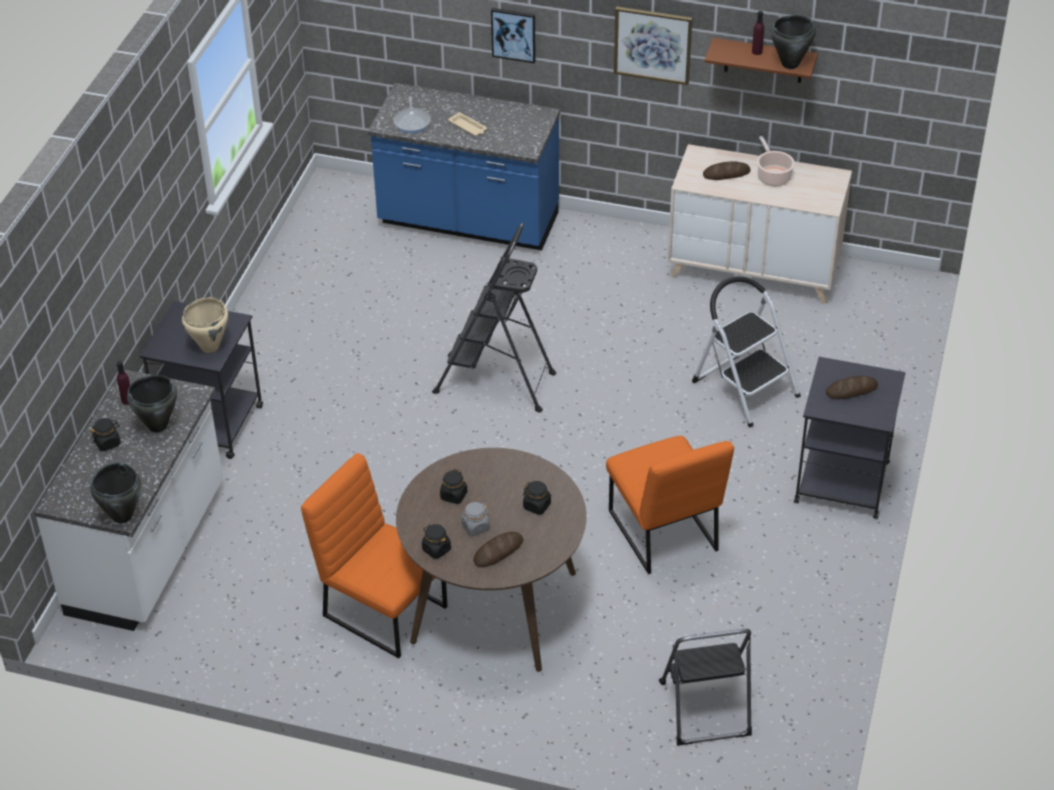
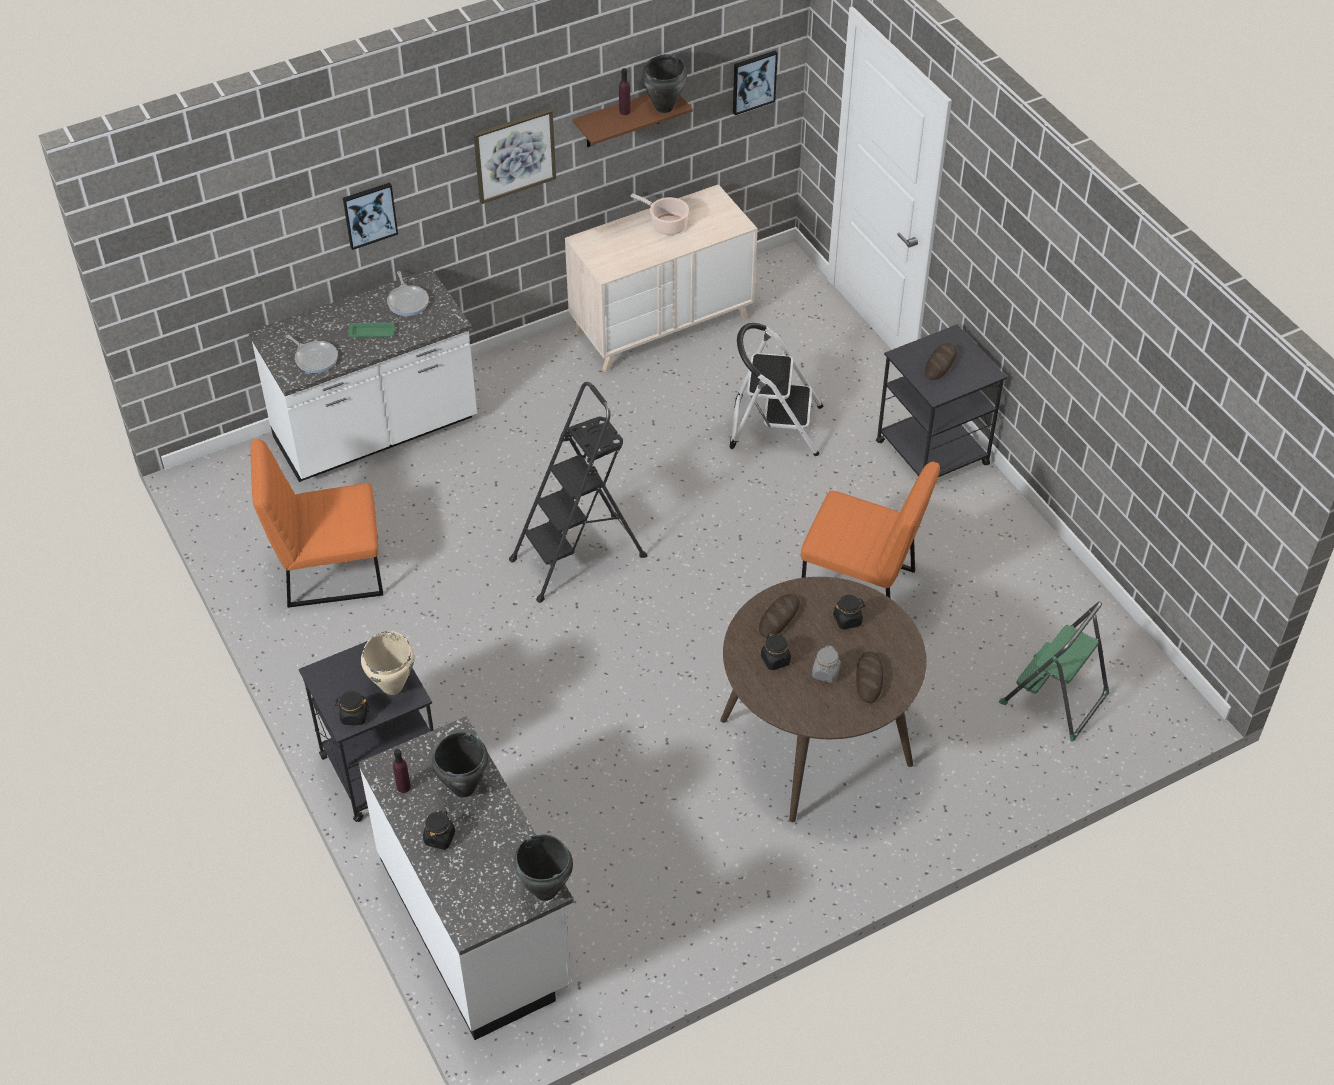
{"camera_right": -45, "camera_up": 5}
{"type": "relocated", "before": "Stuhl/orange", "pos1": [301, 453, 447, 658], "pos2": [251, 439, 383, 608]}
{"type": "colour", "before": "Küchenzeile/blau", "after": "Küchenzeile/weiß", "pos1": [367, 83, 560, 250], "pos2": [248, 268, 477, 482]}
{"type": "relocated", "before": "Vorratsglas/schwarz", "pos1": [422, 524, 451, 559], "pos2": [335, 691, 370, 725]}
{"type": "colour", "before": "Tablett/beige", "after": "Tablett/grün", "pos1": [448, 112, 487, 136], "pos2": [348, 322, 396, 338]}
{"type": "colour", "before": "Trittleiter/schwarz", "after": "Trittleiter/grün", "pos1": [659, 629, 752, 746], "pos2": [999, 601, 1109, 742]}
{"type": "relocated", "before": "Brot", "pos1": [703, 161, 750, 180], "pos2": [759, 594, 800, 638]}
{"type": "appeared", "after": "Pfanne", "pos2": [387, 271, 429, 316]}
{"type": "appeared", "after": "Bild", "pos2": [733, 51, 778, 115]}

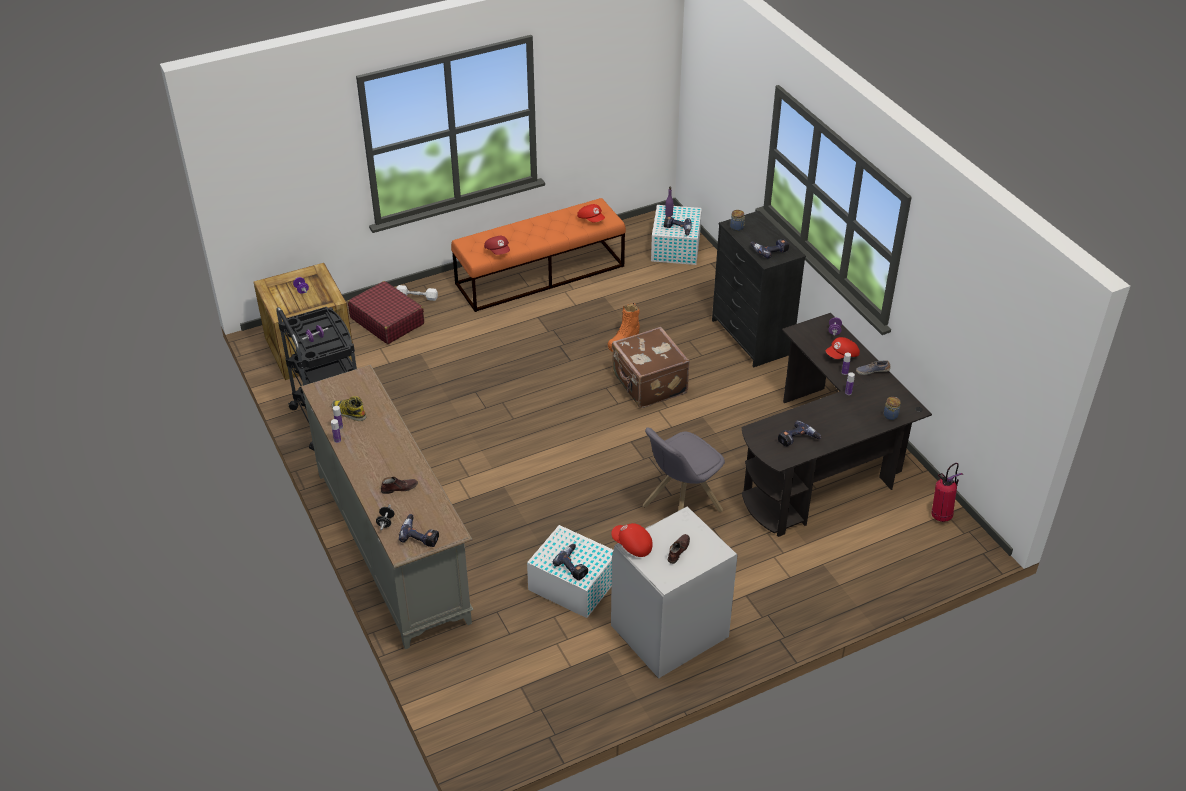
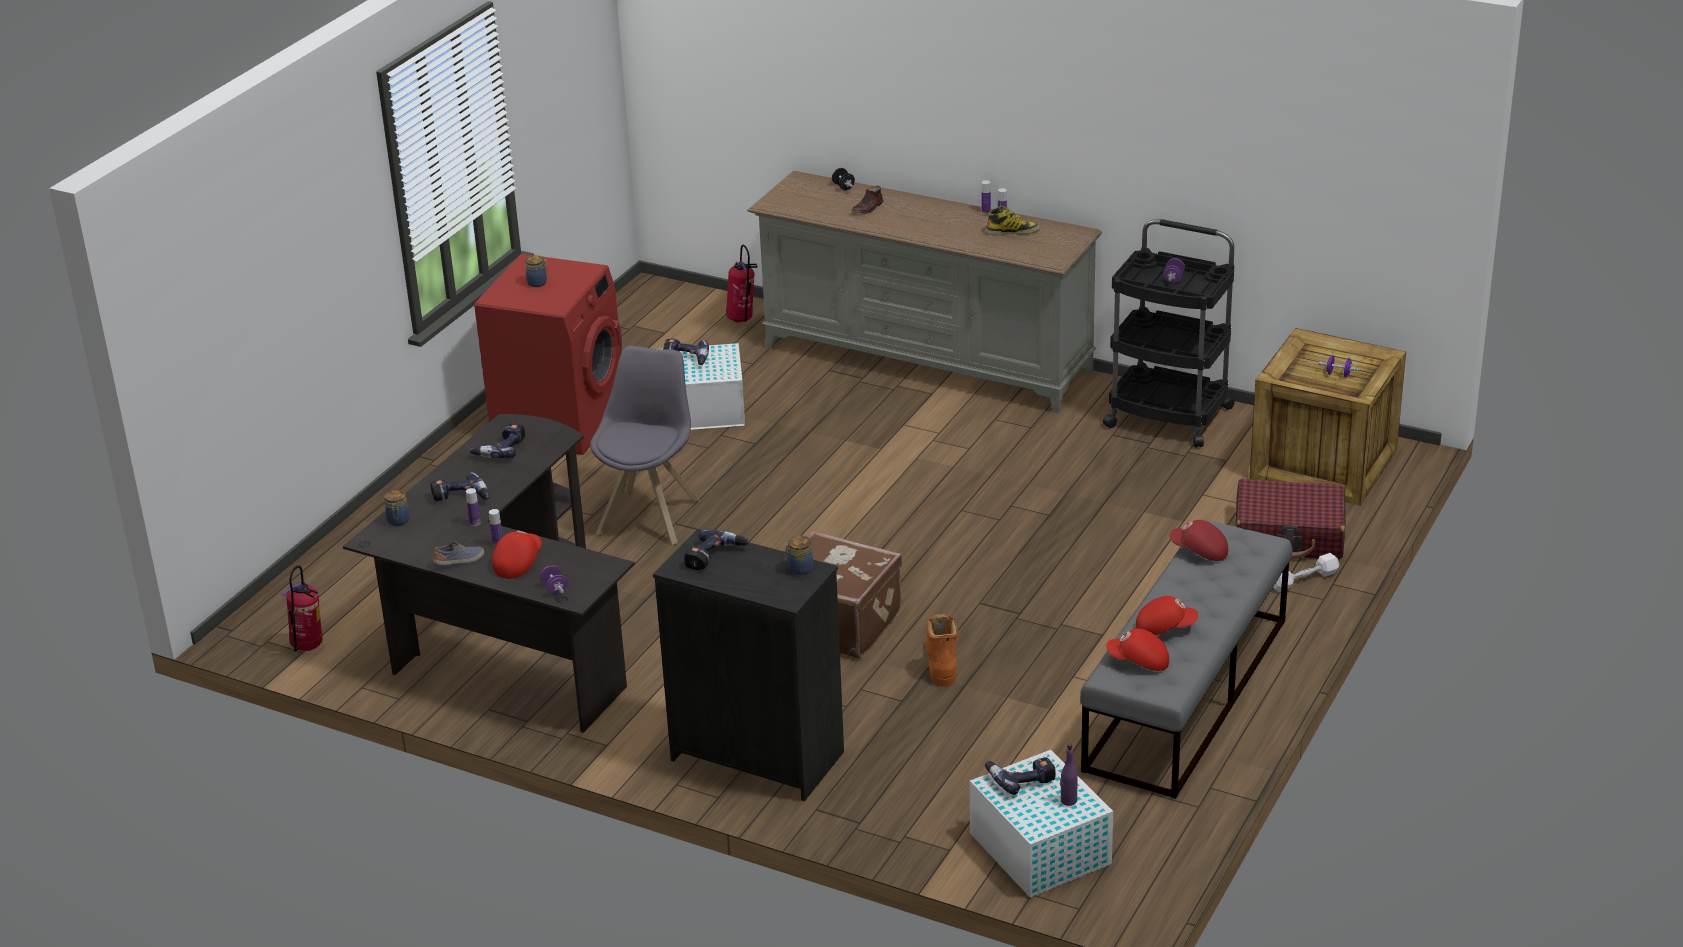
{"camera_right": 145, "camera_up": -10}
{"type": "relocated", "before": "Bohrmaschine", "pos1": [399, 514, 439, 547], "pos2": [430, 472, 490, 501]}
{"type": "colour", "before": "Bank/orange", "after": "Bank/grau", "pos1": [451, 198, 626, 312], "pos2": [1080, 519, 1293, 799]}
{"type": "colour", "before": "Waschmaschine/weiß", "after": "Waschmaschine/rot", "pos1": [611, 507, 738, 678], "pos2": [474, 254, 622, 455]}
{"type": "relocated", "before": "Kappe/rot", "pos1": [611, 523, 653, 557], "pos2": [1136, 596, 1198, 635]}
{"type": "exchanged", "before": "Schuh/braun", "after": "Vorratsglas", "pos1": [667, 534, 690, 564], "pos2": [525, 255, 549, 287]}
{"type": "appeared", "after": "Feuerlöscher", "pos2": [726, 245, 758, 323]}

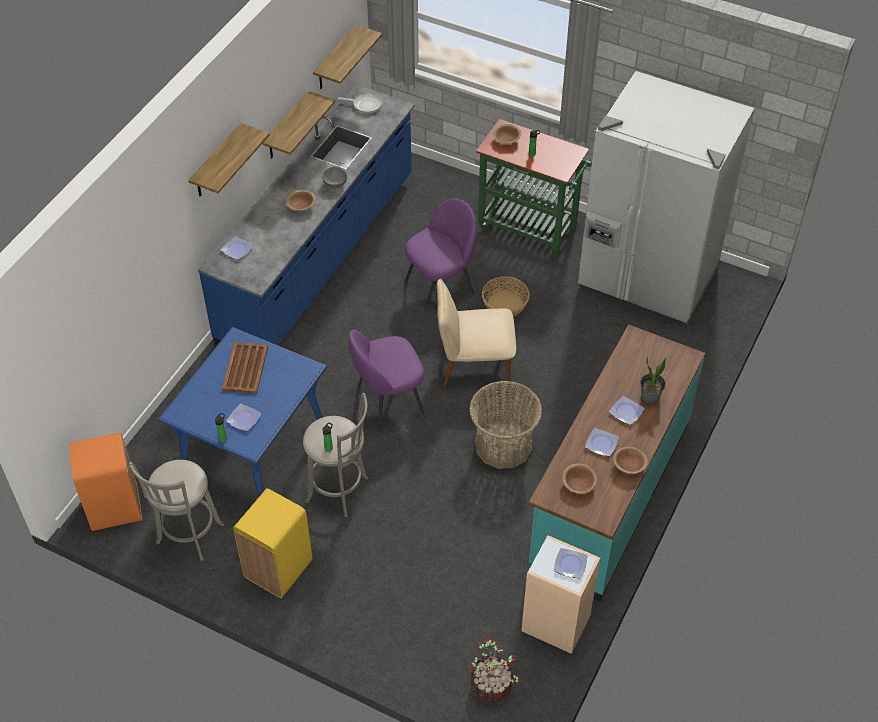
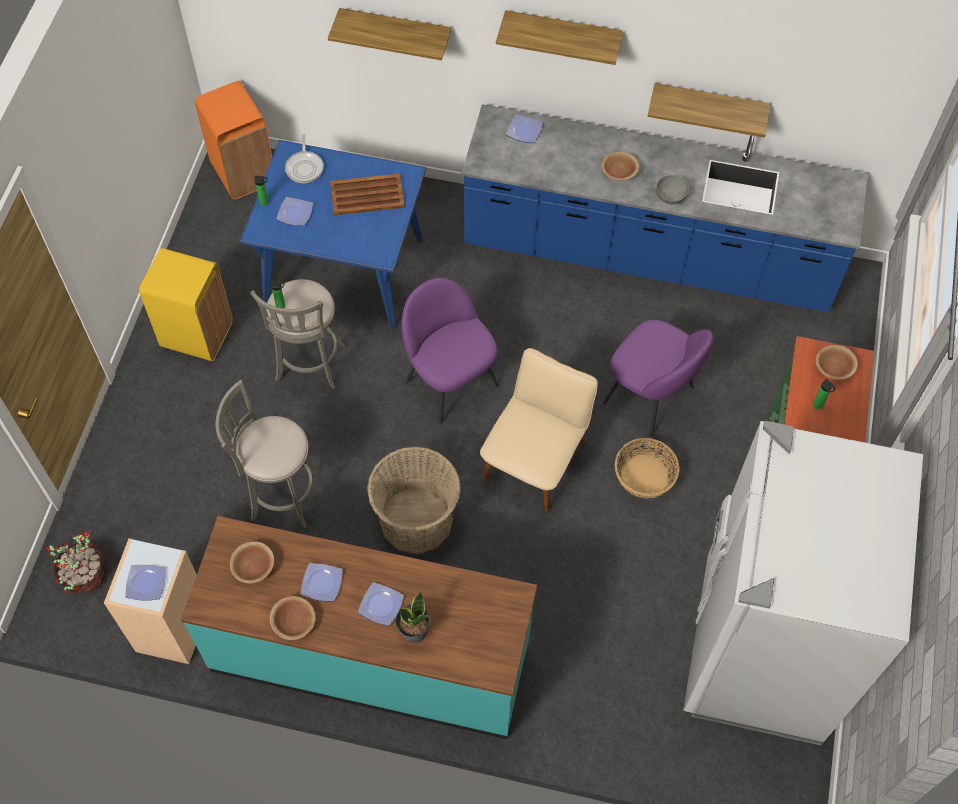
{"camera_right": 75, "camera_up": 10}
{"type": "relocated", "before": "Hocker/grau", "pos1": [128, 460, 225, 561], "pos2": [216, 380, 319, 529]}
{"type": "relocated", "before": "Wandregal", "pos1": [313, 25, 382, 89], "pos2": [328, 8, 452, 60]}
{"type": "relocated", "before": "Pfanne", "pos1": [338, 93, 382, 114], "pos2": [285, 134, 324, 184]}
{"type": "spun", "before": "Stuhl/beige", "pos1": [437, 279, 516, 388], "pos2": [480, 348, 598, 512], "turn": 45}

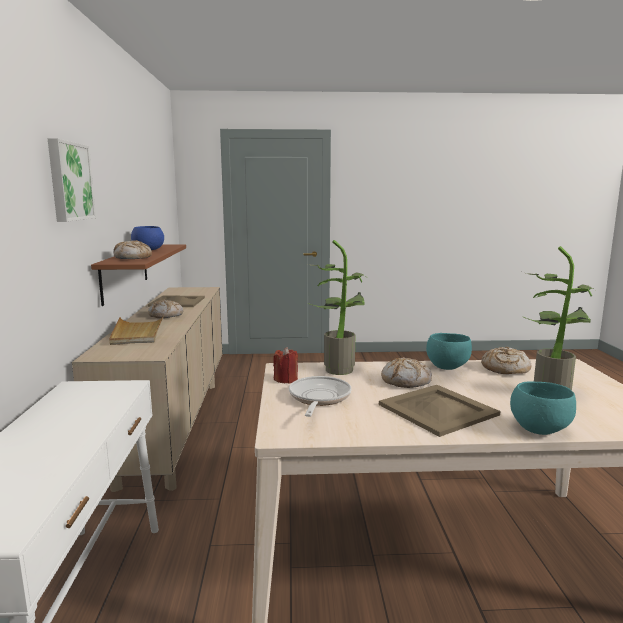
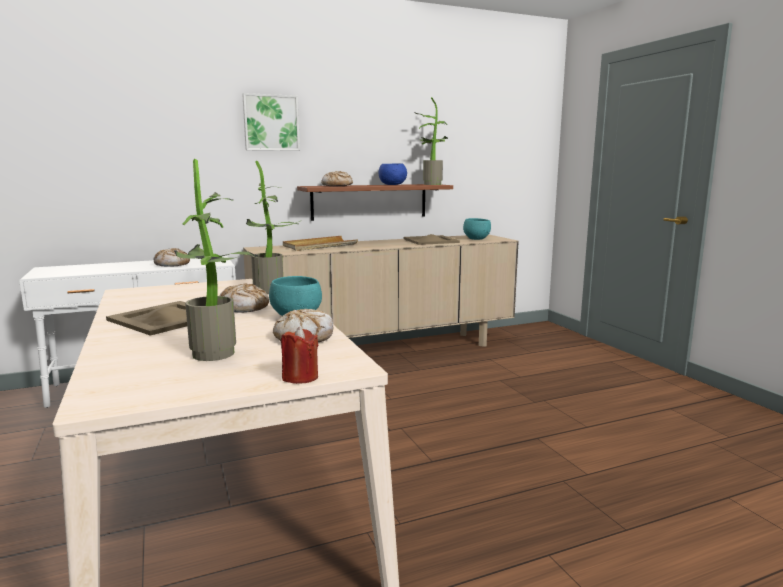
{"camera_right": 70, "camera_up": 0}
{"type": "relocated", "before": "Brot", "pos1": [148, 299, 183, 318], "pos2": [153, 248, 190, 267]}
{"type": "relocated", "before": "Kerze/rot", "pos1": [273, 347, 298, 384], "pos2": [281, 327, 318, 384]}
{"type": "missing", "before": "Pfanne", "pos1": [289, 376, 351, 417]}
{"type": "relocated", "before": "Schüssel/türkis", "pos1": [510, 382, 576, 435], "pos2": [463, 218, 491, 240]}
{"type": "appeared", "after": "Topfpflanze", "pos2": [415, 97, 448, 185]}

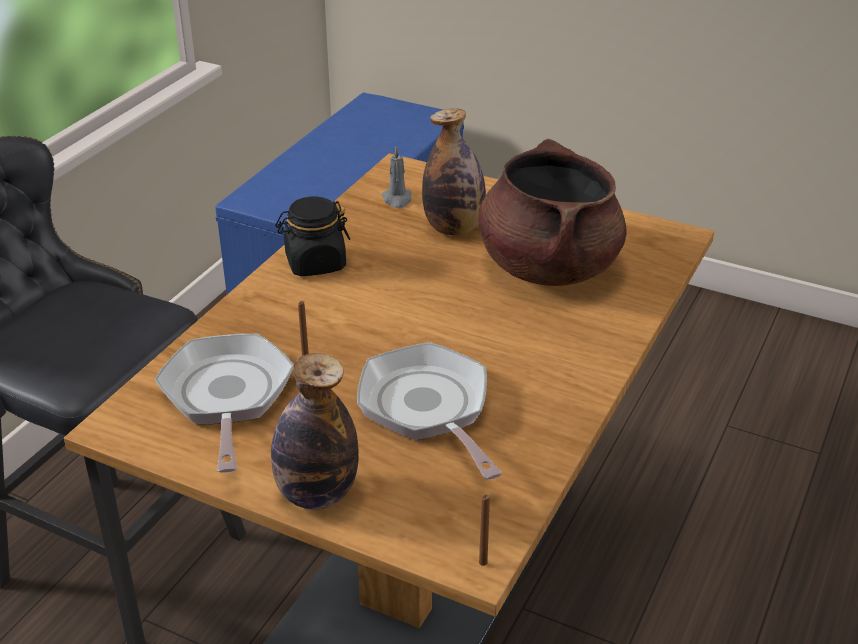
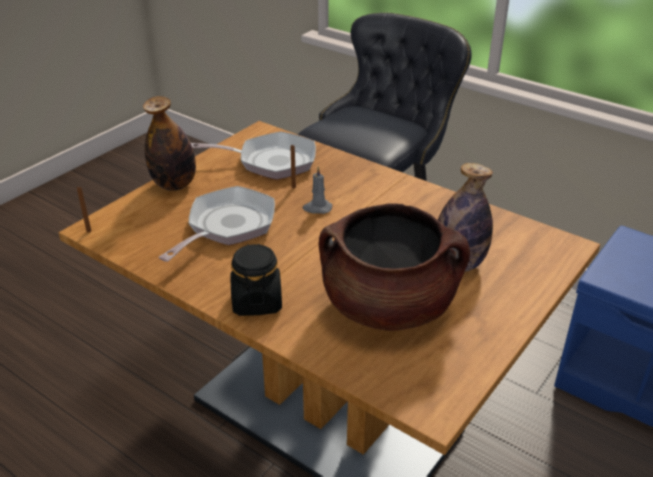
{"camera_right": 100, "camera_up": 0}
{"type": "relocated", "before": "Vorratsglas/schwarz", "pos1": [275, 197, 350, 276], "pos2": [230, 244, 282, 316]}
{"type": "spun", "before": "Pfanne", "pos1": [357, 342, 502, 480], "pos2": [159, 186, 275, 262], "turn": -45}
{"type": "relocated", "before": "Kerze/grau", "pos1": [382, 146, 412, 208], "pos2": [302, 167, 332, 214]}

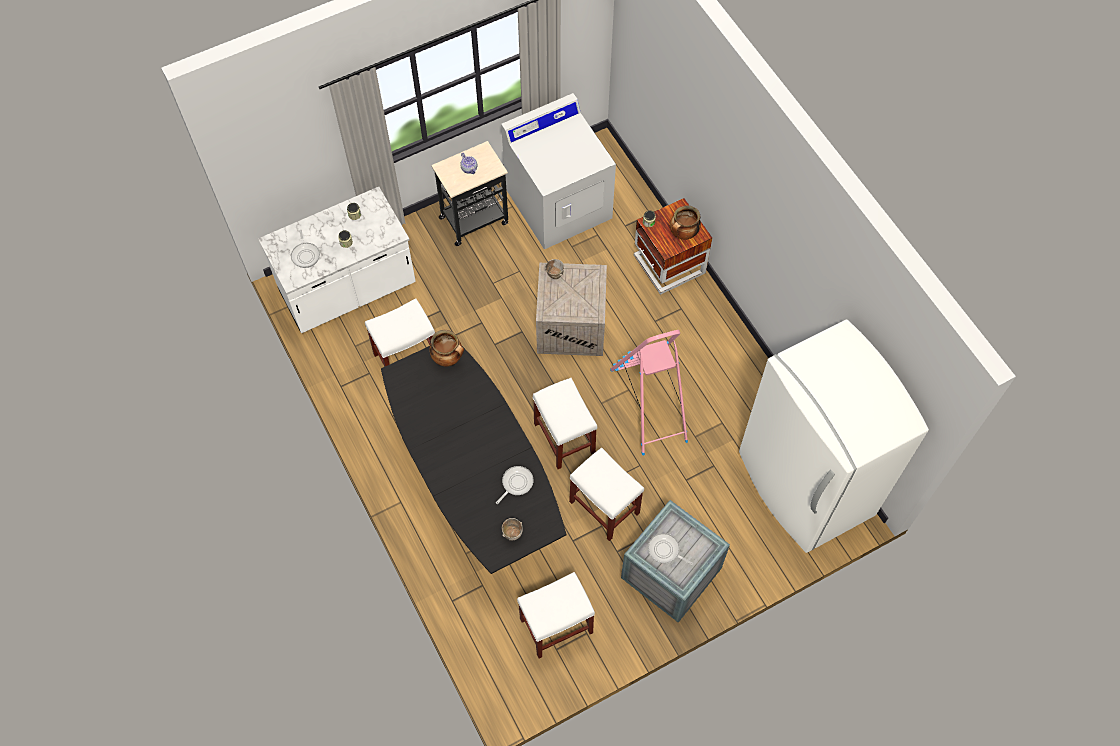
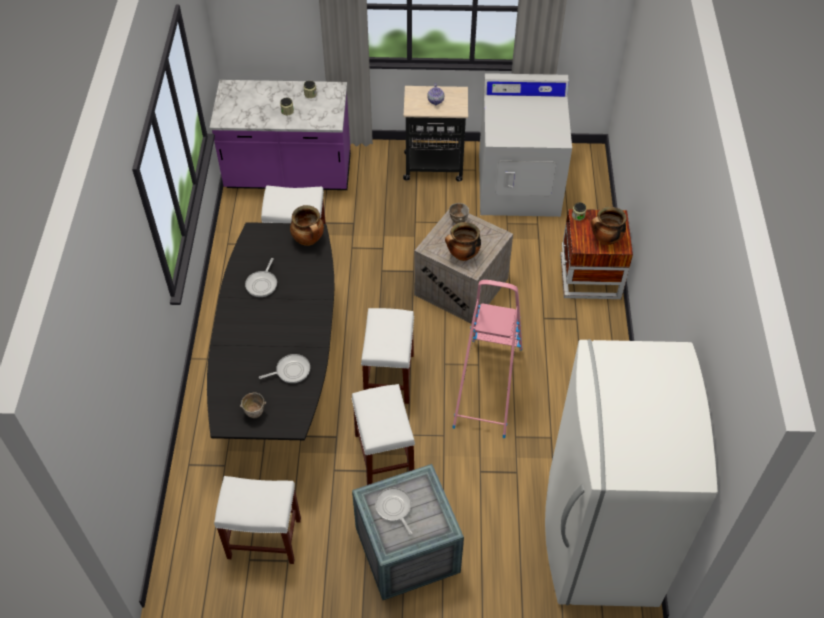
{"camera_right": 30, "camera_up": -10}
{"type": "colour", "before": "Küchenzeile/weiß", "after": "Küchenzeile/lila", "pos1": [258, 187, 416, 333], "pos2": [209, 80, 351, 190]}
{"type": "relocated", "before": "Pfanne", "pos1": [291, 230, 320, 268], "pos2": [245, 258, 277, 297]}
{"type": "appeared", "after": "Kochtopf", "pos2": [445, 222, 481, 261]}

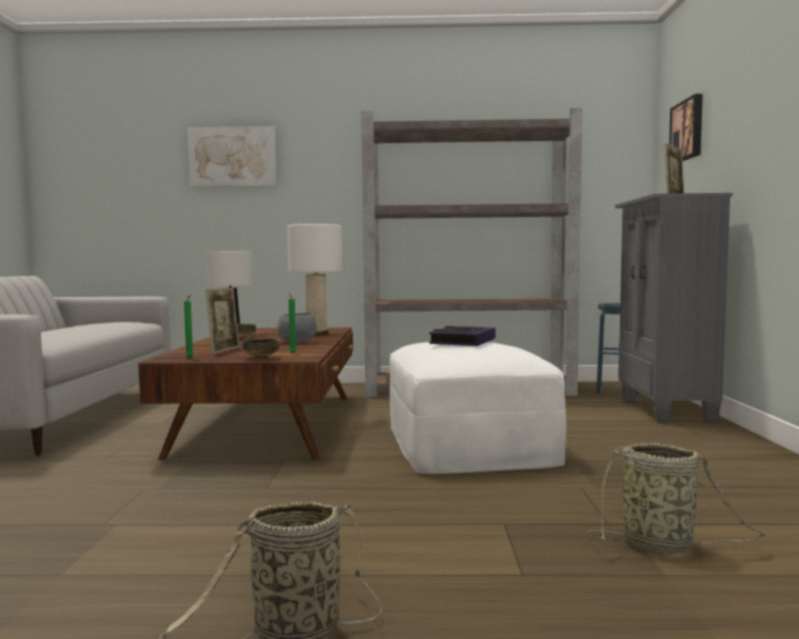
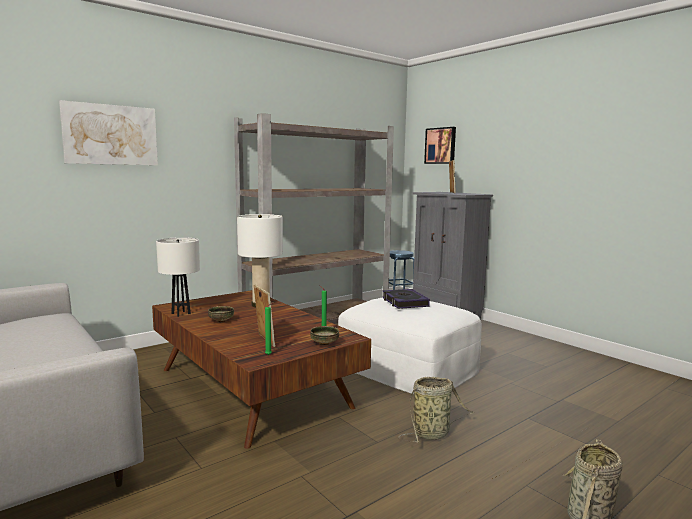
{"camera_right": -40, "camera_up": 5}
{"type": "missing", "before": "Schüssel/grau", "pos1": [277, 313, 317, 343]}
{"type": "relocated", "before": "Korb", "pos1": [587, 443, 767, 554], "pos2": [398, 377, 474, 443]}

